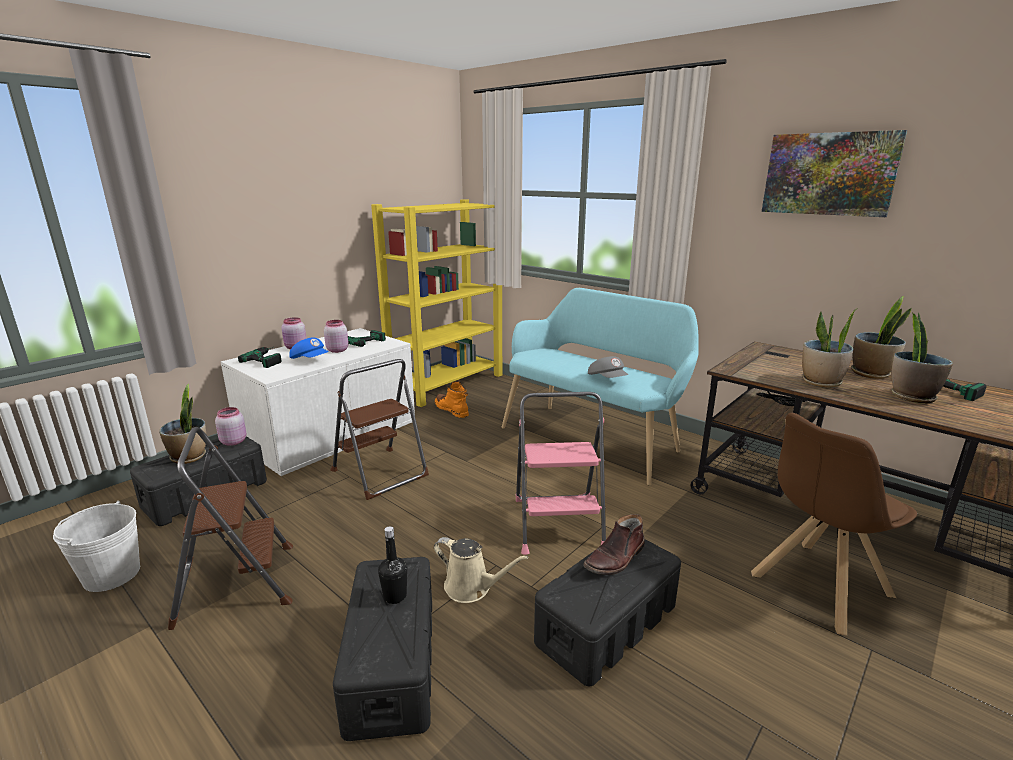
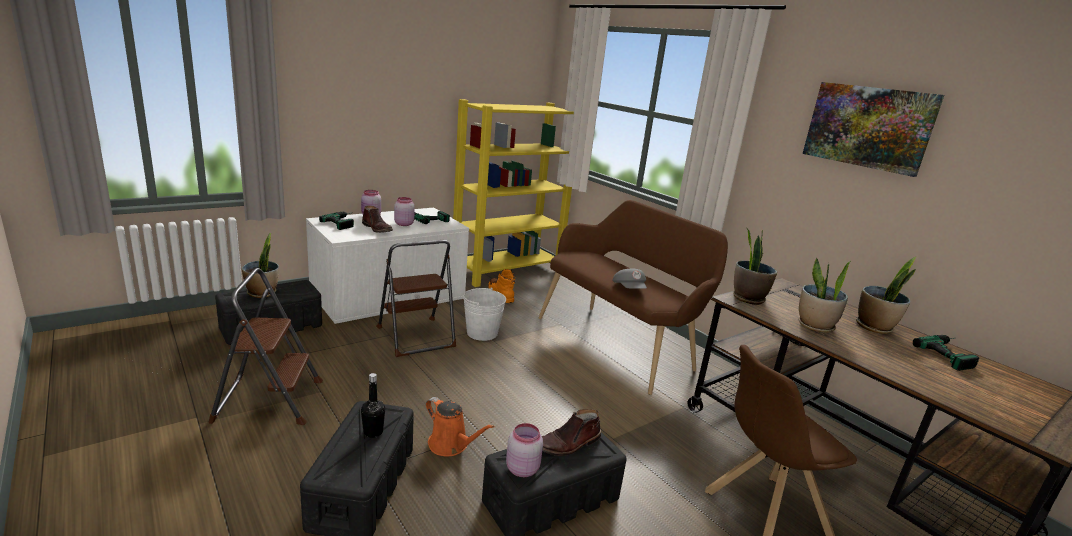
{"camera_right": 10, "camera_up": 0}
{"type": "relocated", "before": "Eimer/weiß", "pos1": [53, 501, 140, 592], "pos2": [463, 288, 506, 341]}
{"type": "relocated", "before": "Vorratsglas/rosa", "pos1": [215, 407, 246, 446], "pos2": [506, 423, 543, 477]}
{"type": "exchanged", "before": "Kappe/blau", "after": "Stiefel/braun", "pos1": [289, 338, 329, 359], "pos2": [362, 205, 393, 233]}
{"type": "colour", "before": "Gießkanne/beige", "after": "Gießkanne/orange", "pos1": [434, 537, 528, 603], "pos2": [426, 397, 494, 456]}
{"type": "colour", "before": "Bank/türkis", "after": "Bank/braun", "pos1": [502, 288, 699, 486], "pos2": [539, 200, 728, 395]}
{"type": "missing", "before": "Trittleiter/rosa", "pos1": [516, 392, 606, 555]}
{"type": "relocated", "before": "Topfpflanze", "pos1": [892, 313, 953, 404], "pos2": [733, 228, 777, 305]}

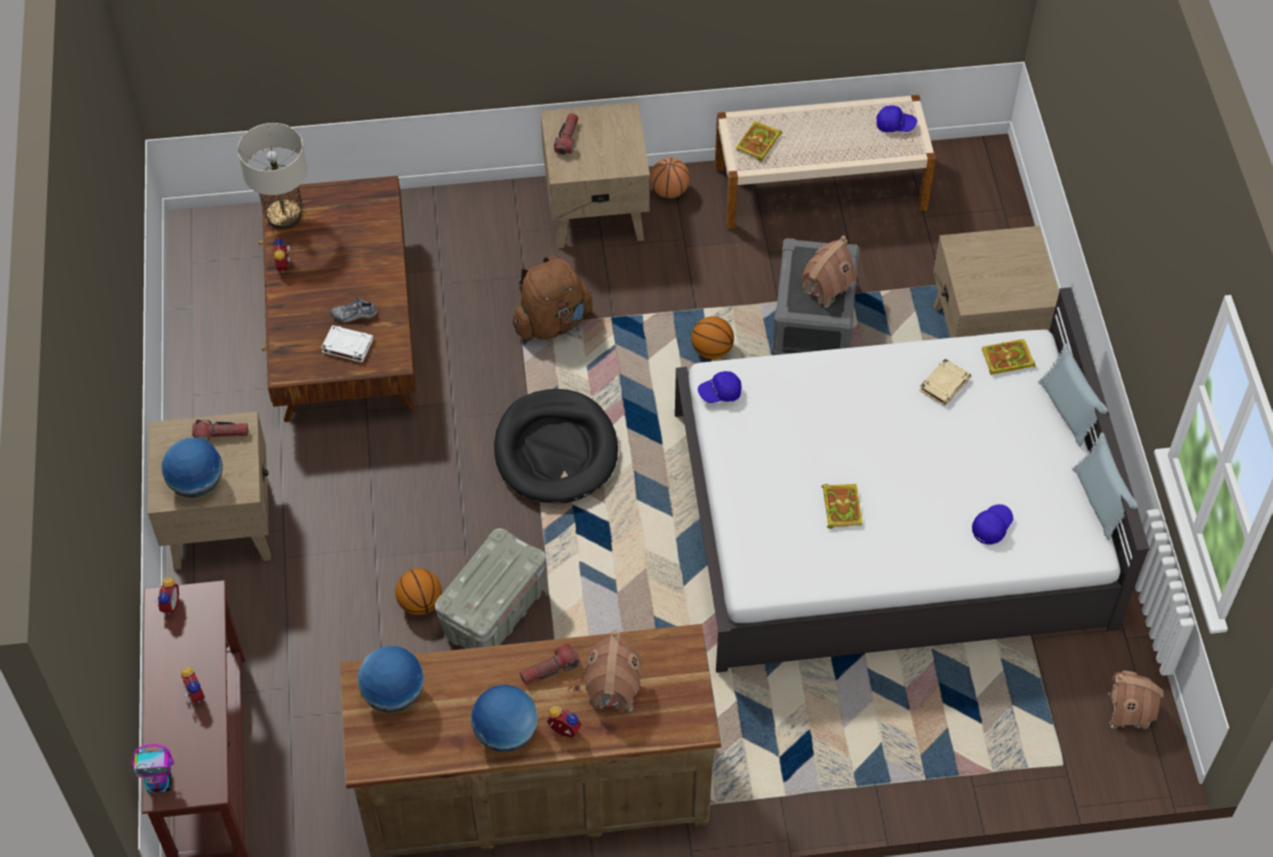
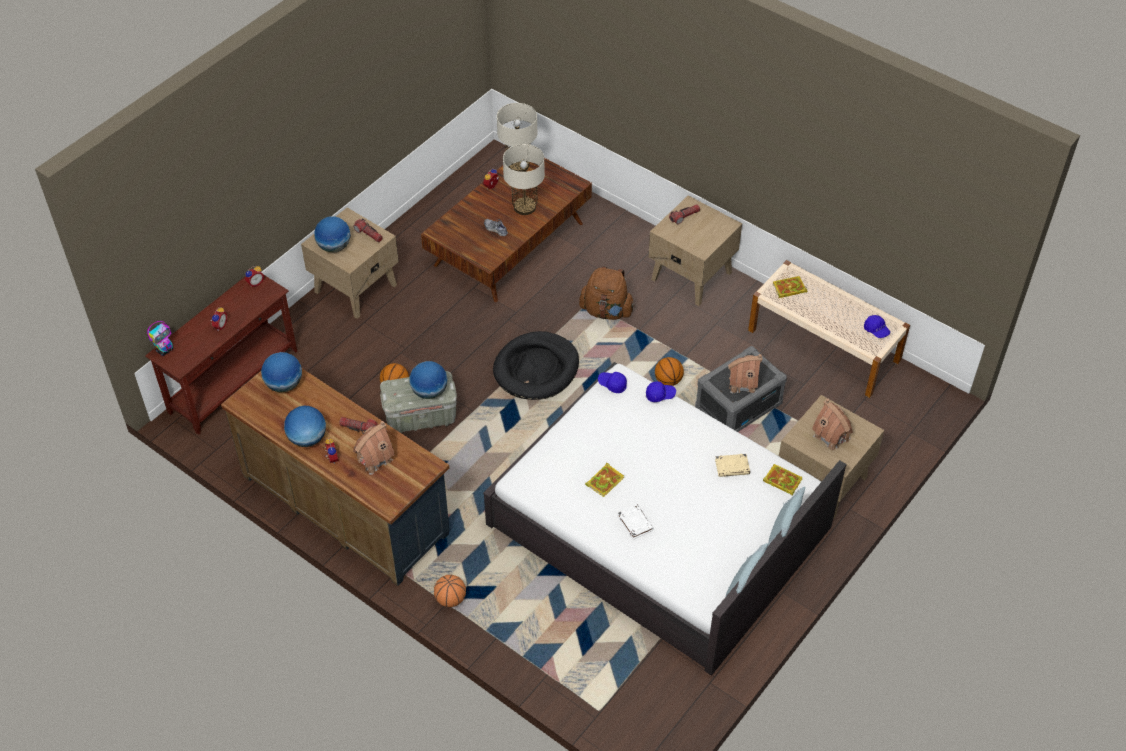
{"camera_right": 45, "camera_up": -5}
{"type": "spun", "before": "Spielzeugroboter", "pos1": [132, 744, 174, 794], "pos2": [147, 321, 173, 356], "turn": -90}
{"type": "relocated", "before": "Buch/weiß", "pos1": [321, 325, 374, 363], "pos2": [618, 504, 654, 540]}
{"type": "relocated", "before": "Basketball", "pos1": [650, 158, 690, 198], "pos2": [434, 575, 466, 607]}
{"type": "relocated", "before": "Kappe/blau", "pos1": [972, 504, 1013, 544], "pos2": [646, 381, 676, 402]}
{"type": "relocated", "before": "Spielzeughaus", "pos1": [1108, 671, 1163, 729], "pos2": [812, 398, 853, 450]}
{"type": "appeared", "after": "Globus", "pos2": [409, 361, 448, 399]}
{"type": "appeared", "after": "Tischlampe", "pos2": [503, 144, 545, 215]}

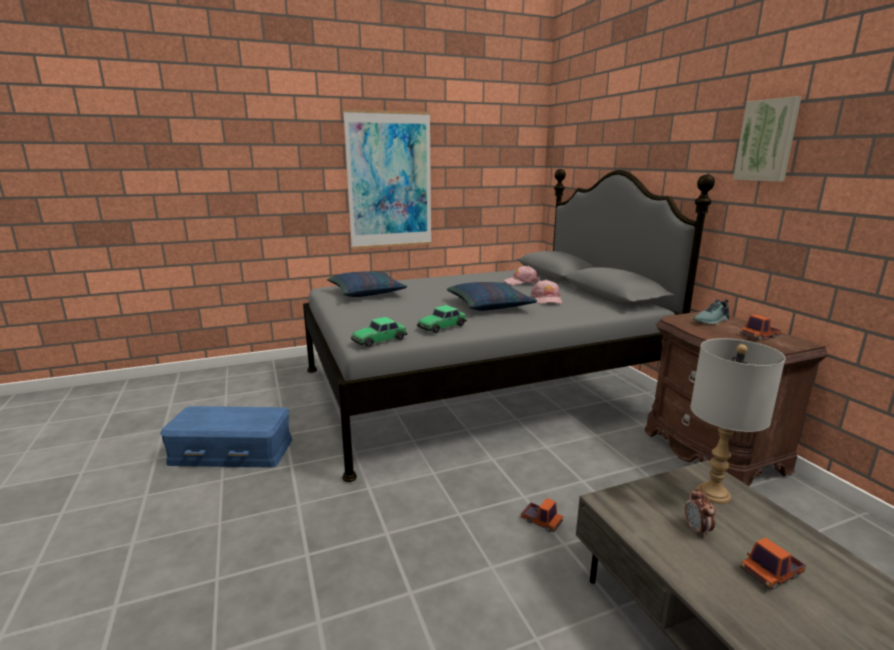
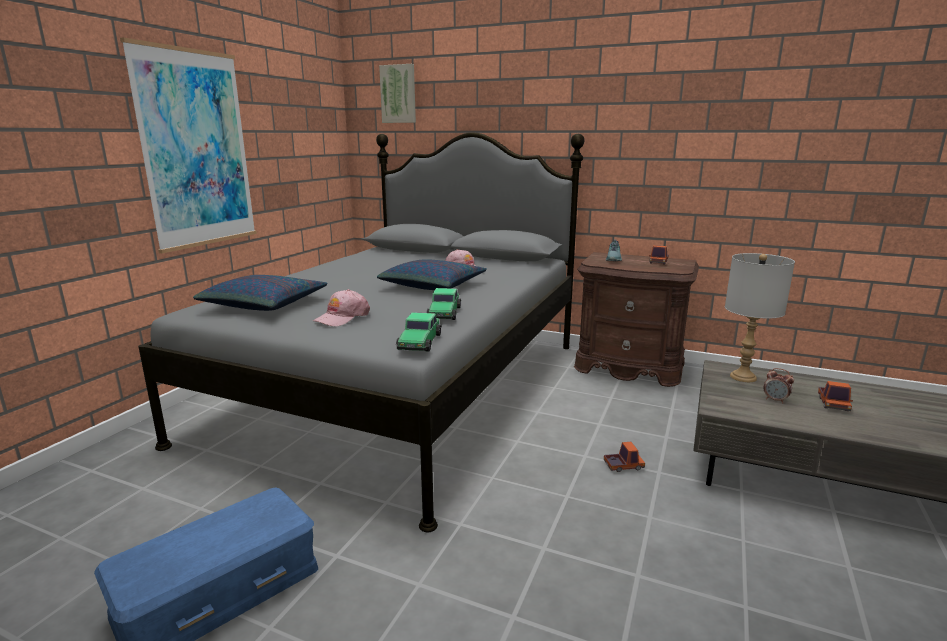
{"camera_right": -45, "camera_up": 0}
{"type": "relocated", "before": "Kappe/rosa", "pos1": [503, 266, 540, 285], "pos2": [313, 289, 370, 326]}
{"type": "relocated", "before": "Bild", "pos1": [733, 96, 801, 182], "pos2": [379, 64, 416, 123]}

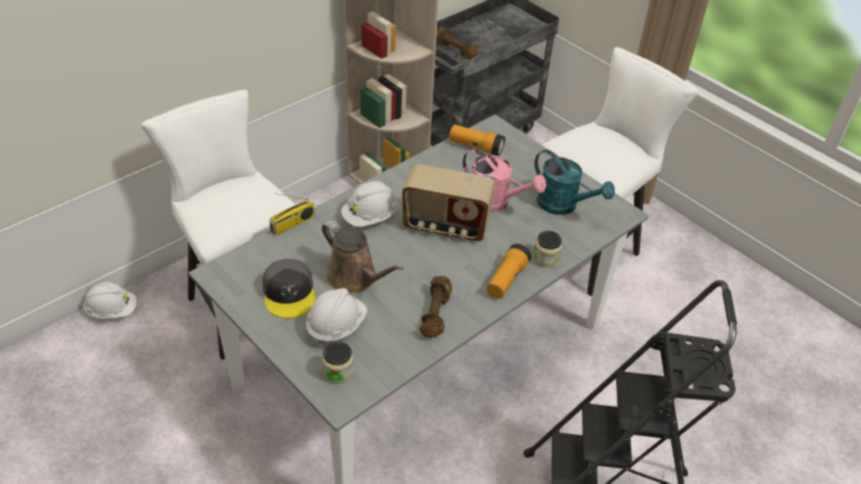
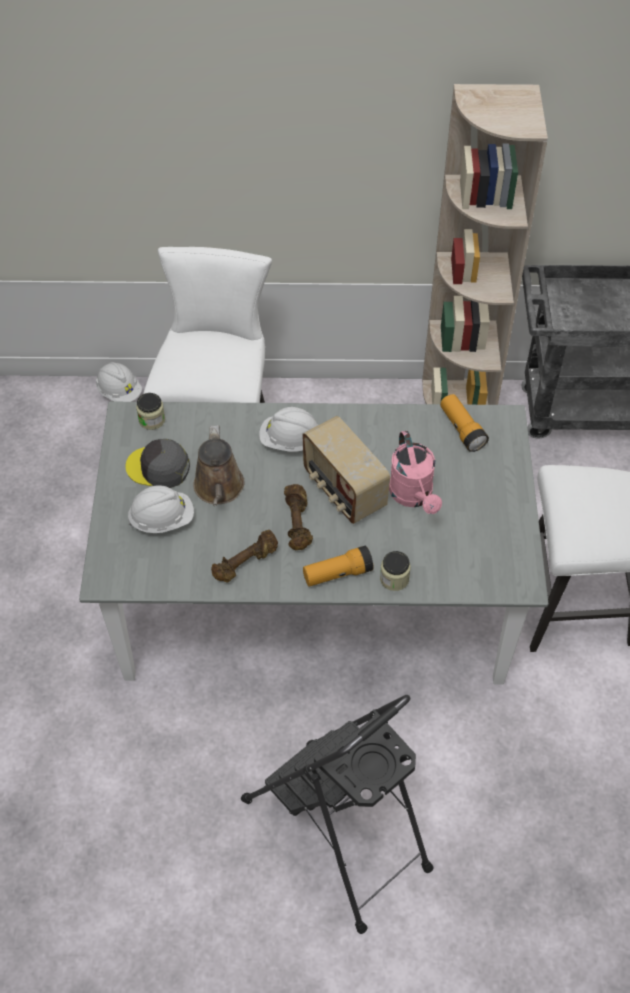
{"camera_right": 45, "camera_up": 10}
{"type": "spun", "before": "Kappe/grau", "pos1": [262, 259, 315, 318], "pos2": [125, 439, 190, 488], "turn": 75}
{"type": "missing", "before": "Radio", "pos1": [270, 193, 314, 235]}
{"type": "relocated", "before": "Vorratsglas", "pos1": [322, 342, 354, 384], "pos2": [136, 393, 165, 430]}
{"type": "relocated", "before": "Hantel/braun", "pos1": [436, 26, 478, 60], "pos2": [284, 484, 313, 550]}
{"type": "missing", "before": "Gießkanne/türkis", "pos1": [535, 150, 615, 215]}

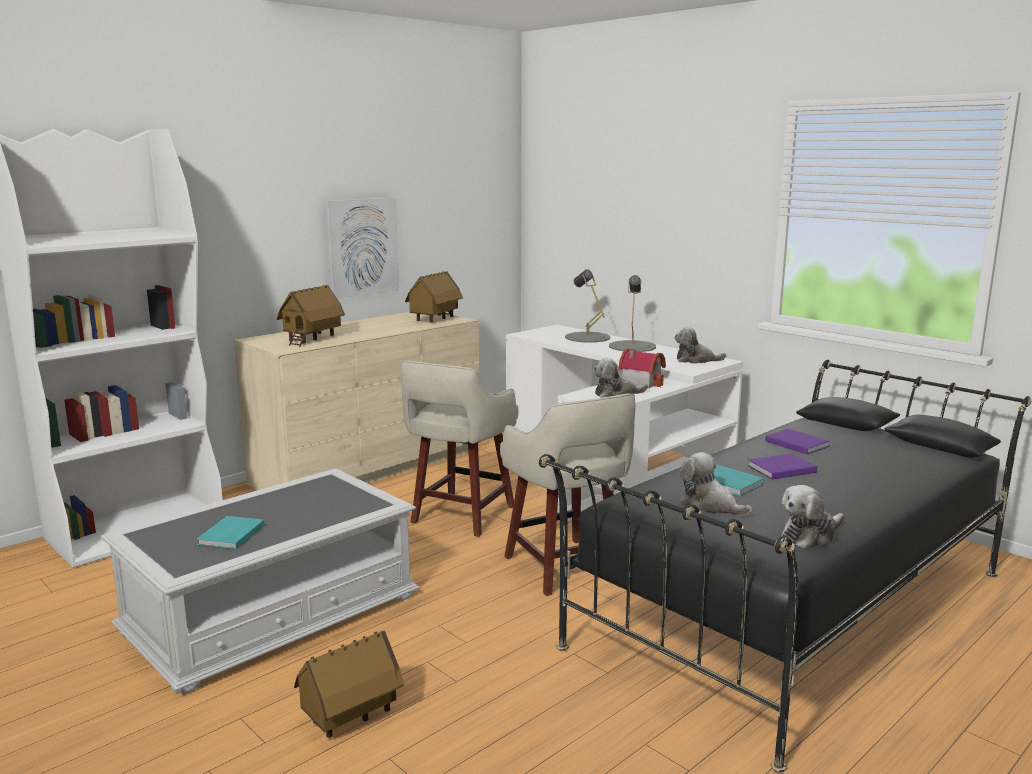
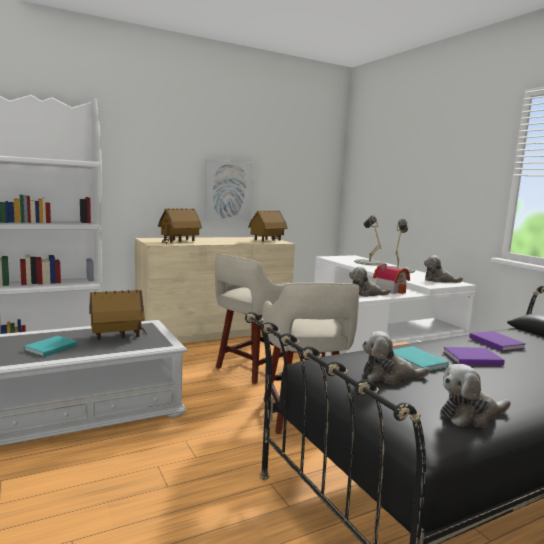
{"camera_right": 15, "camera_up": -5}
{"type": "relocated", "before": "Spielzeughaus", "pos1": [294, 630, 404, 738], "pos2": [89, 290, 147, 340]}
{"type": "spun", "before": "Plüschtier", "pos1": [679, 452, 752, 516], "pos2": [362, 331, 430, 384], "turn": -60}

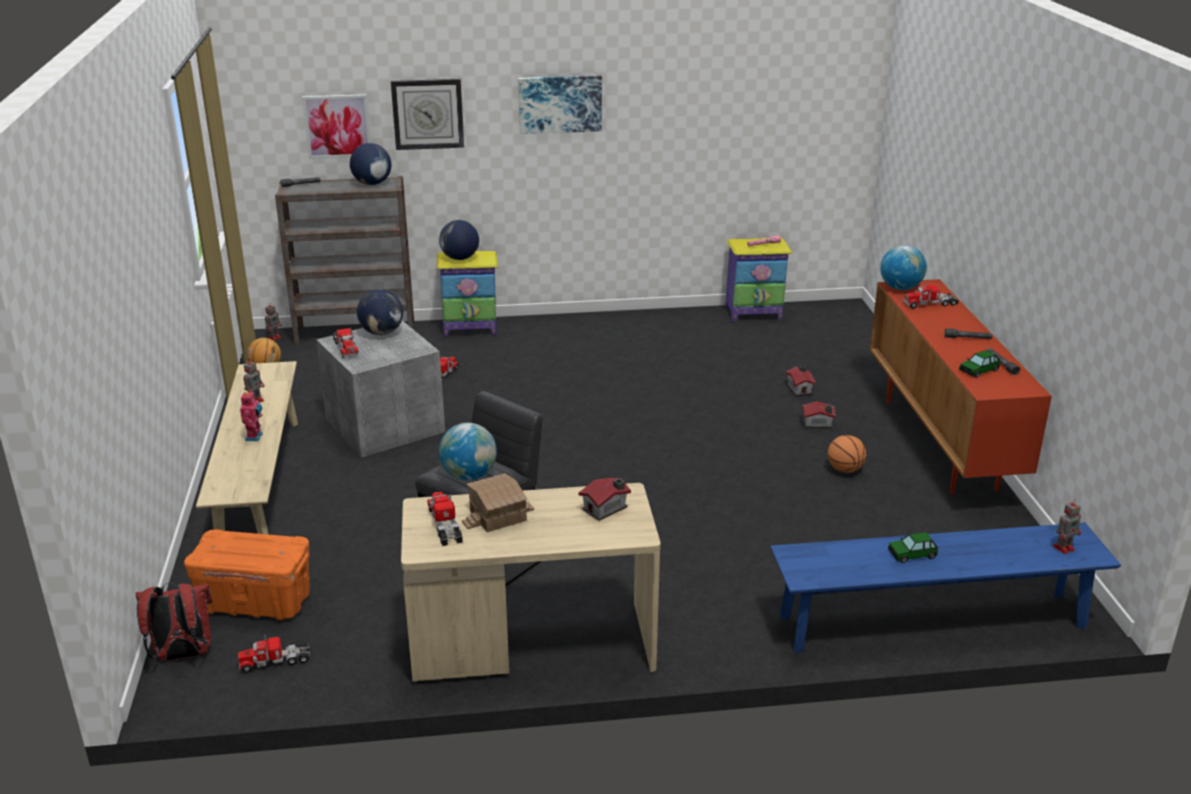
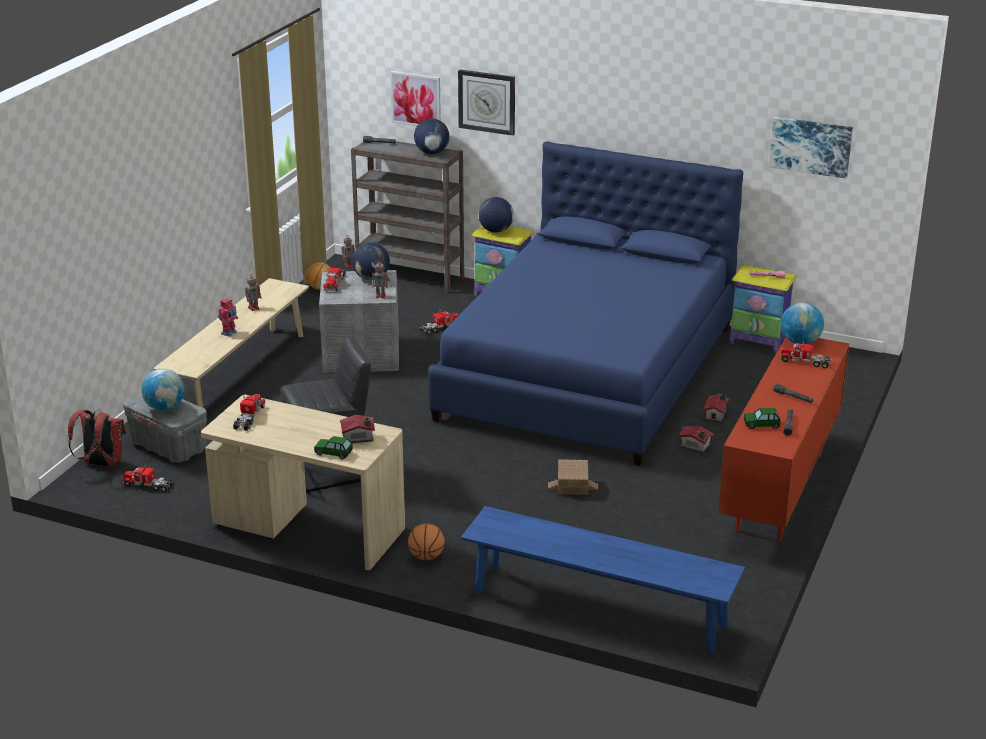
{"camera_right": 30, "camera_up": 0}
{"type": "colour", "before": "Aufbewahrungsbox/orange", "after": "Aufbewahrungsbox/grau", "pos1": [184, 530, 310, 620], "pos2": [123, 395, 207, 463]}
{"type": "relocated", "before": "Globus", "pos1": [439, 423, 497, 481], "pos2": [141, 369, 184, 411]}
{"type": "relocated", "before": "Spielzeughaus", "pos1": [462, 473, 534, 532], "pos2": [548, 459, 598, 495]}
{"type": "relocated", "before": "Bild", "pos1": [518, 75, 602, 134], "pos2": [769, 117, 853, 179]}
{"type": "relocated", "before": "Basketball", "pos1": [828, 435, 866, 473], "pos2": [408, 523, 445, 560]}
{"type": "relocated", "before": "Spielzeugauto", "pos1": [888, 532, 938, 563], "pos2": [314, 436, 353, 459]}
{"type": "relocated", "before": "Spielzeugroboter", "pos1": [1053, 499, 1081, 554], "pos2": [372, 262, 389, 298]}
{"type": "appeared", "after": "Bett/blau", "pos2": [428, 141, 743, 466]}

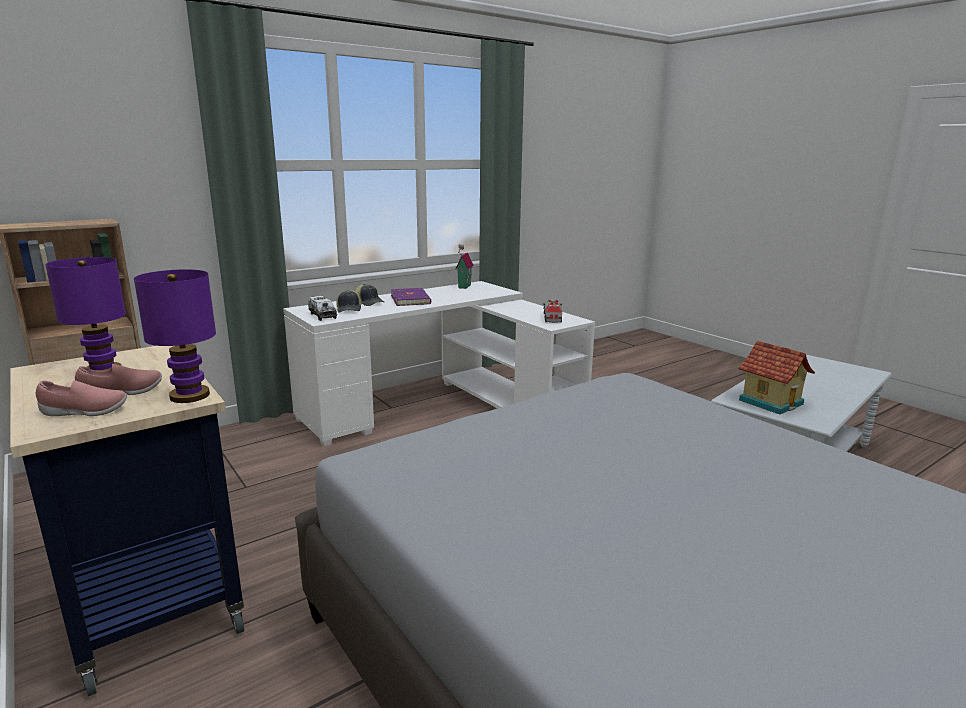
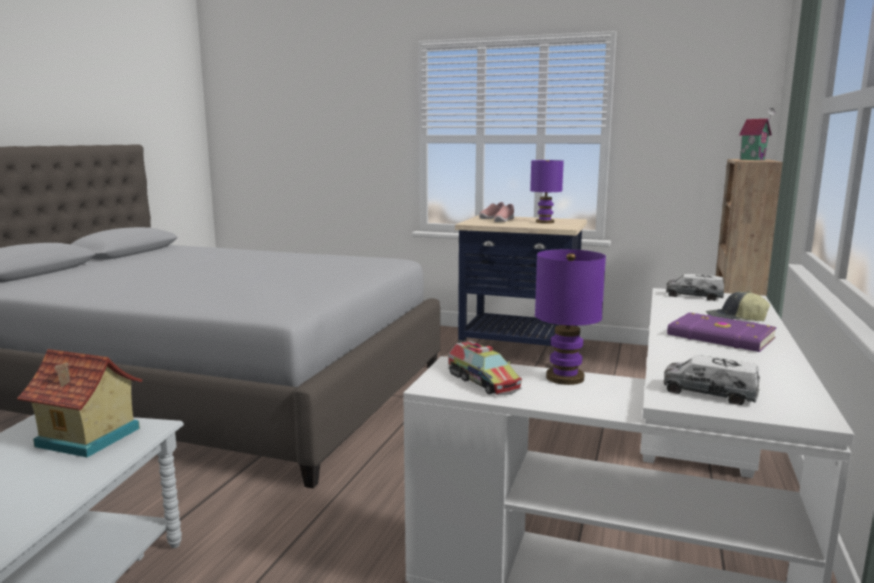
{"camera_right": 145, "camera_up": -5}
{"type": "relocated", "before": "Tischlampe/lila", "pos1": [134, 269, 216, 403], "pos2": [535, 249, 606, 385]}
{"type": "missing", "before": "Kappe", "pos1": [337, 289, 362, 313]}
{"type": "relocated", "before": "Spielzeughaus", "pos1": [456, 244, 474, 289], "pos2": [739, 108, 776, 160]}
{"type": "appeared", "after": "Spielzeuglaster", "pos2": [663, 355, 760, 405]}

